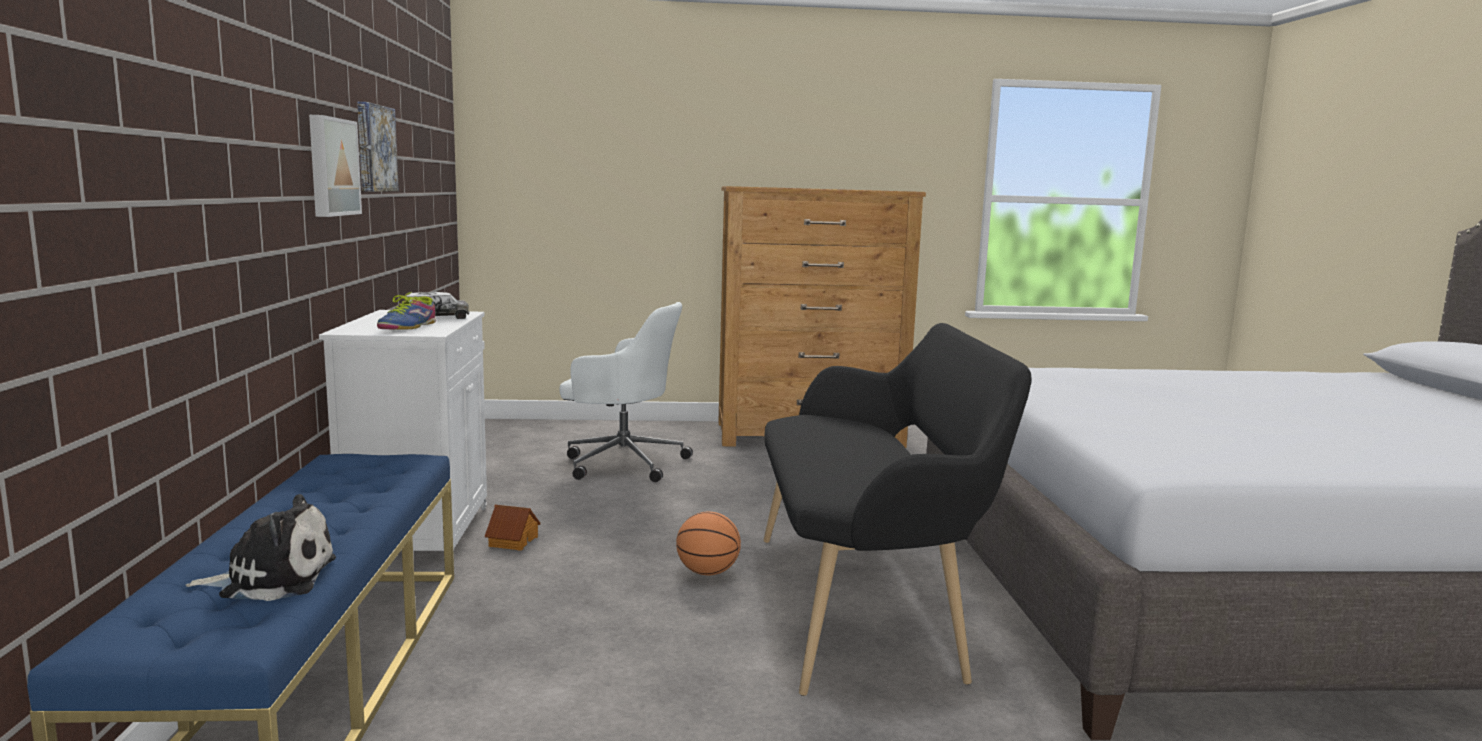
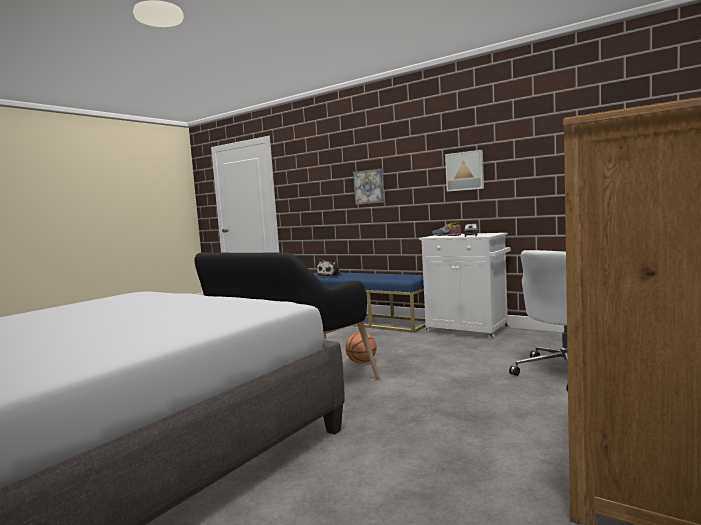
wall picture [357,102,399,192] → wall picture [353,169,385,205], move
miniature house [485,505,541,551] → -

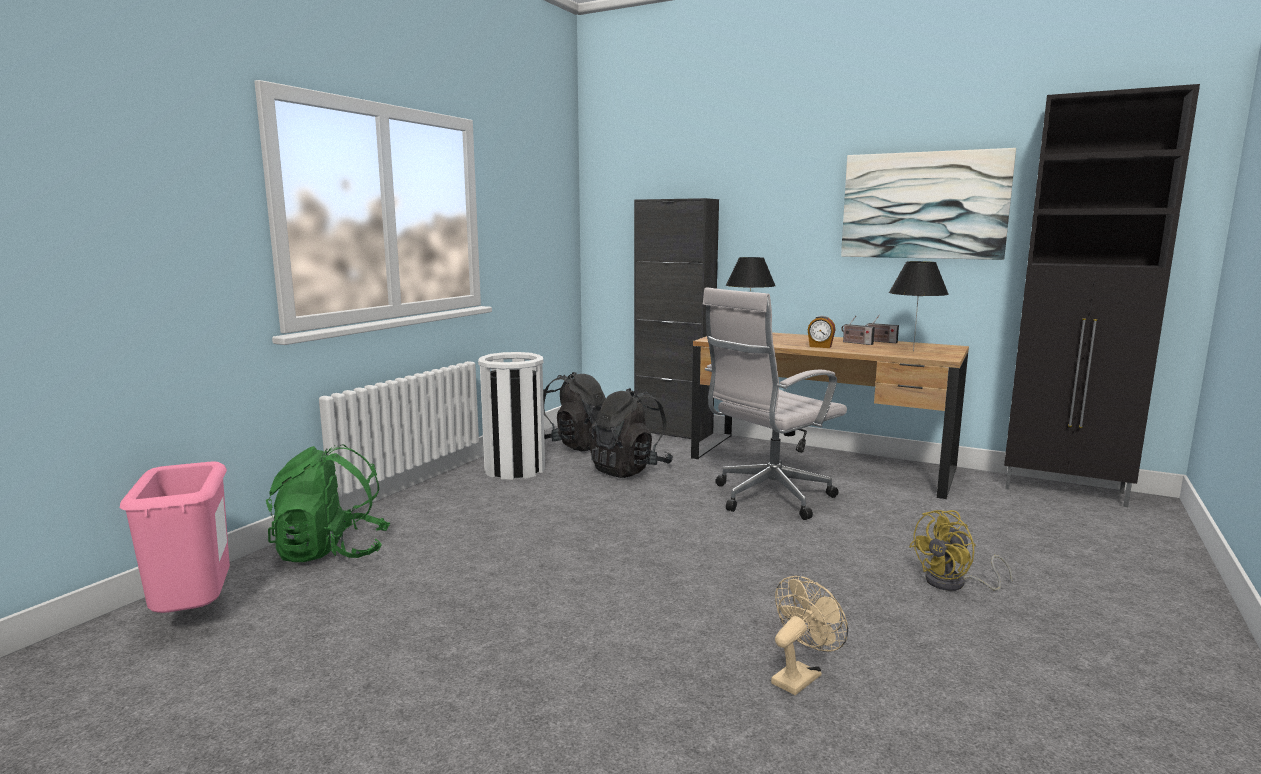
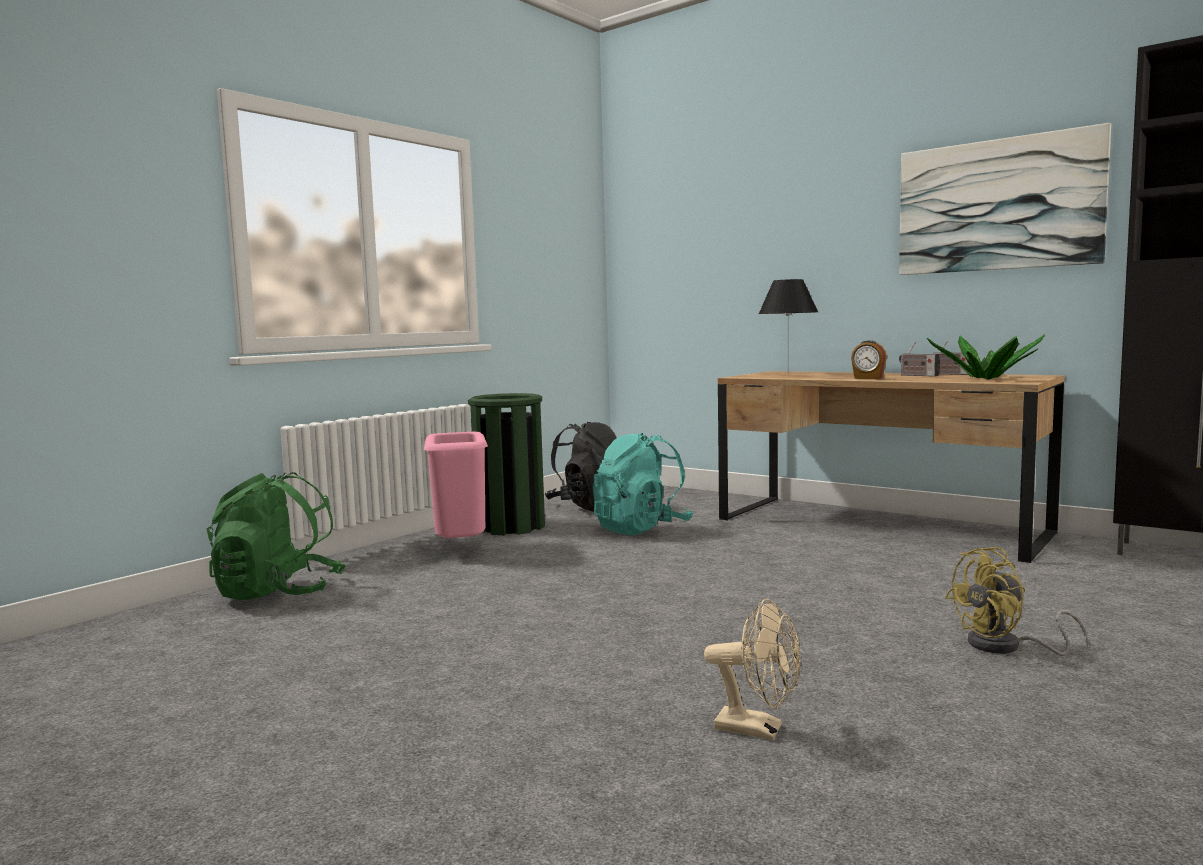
pinkish rubbish bin [120,461,230,613] → pinkish rubbish bin [424,432,488,538], move
white rubbish bin [478,352,545,480] → greenish rubbish bin [468,393,545,535]
black-coloured knapsack [588,388,673,478] → turquoise knapsack [593,433,693,536]
sand-coloured fan [771,576,848,695] → sand-coloured fan [704,599,801,740], 60 degrees clockwise
black-coloured lamp for a table [889,261,949,351] → houseplant [927,334,1045,380]
black-coloured cabinet [634,198,719,442] → -
white desk chair [703,287,847,520] → -

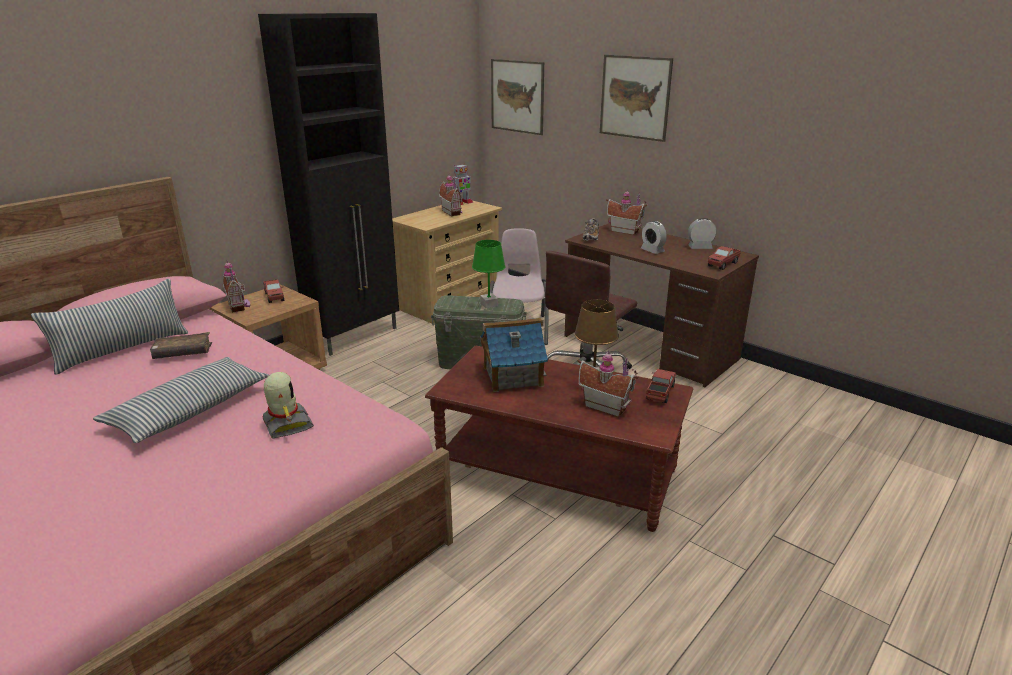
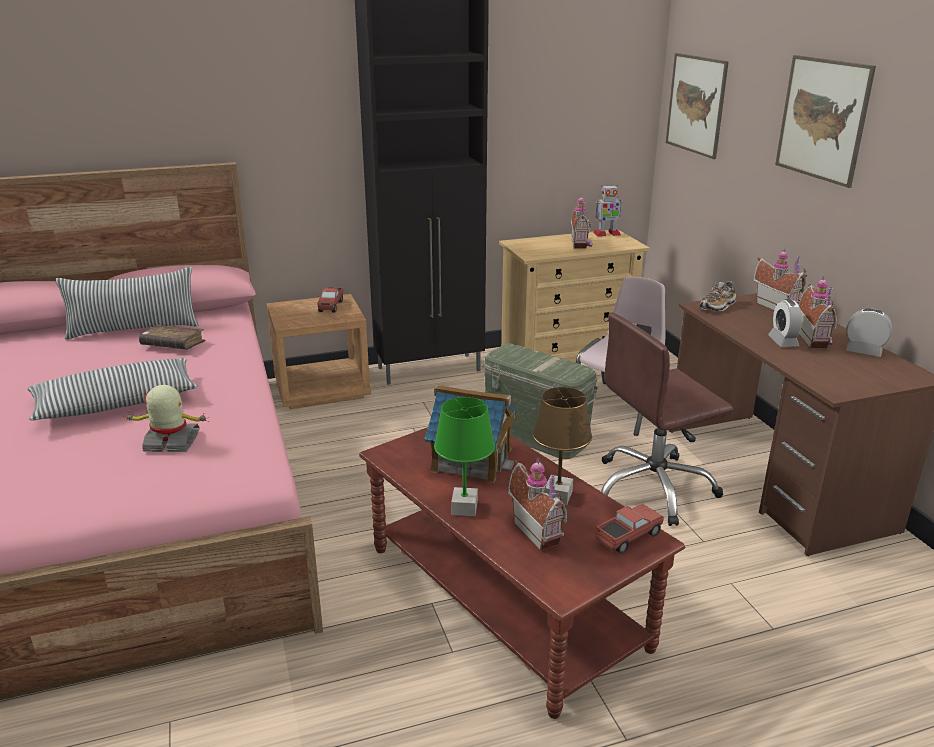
robot figure [262,372,314,439] → robot figure [123,385,209,452], 90 degrees counterclockwise
greenish lamp for a table [472,240,506,308] → greenish lamp for a table [434,397,495,516], move
miniature house [223,260,250,313] → miniature house [799,276,837,349], move
toy lorry [708,246,741,270] → -

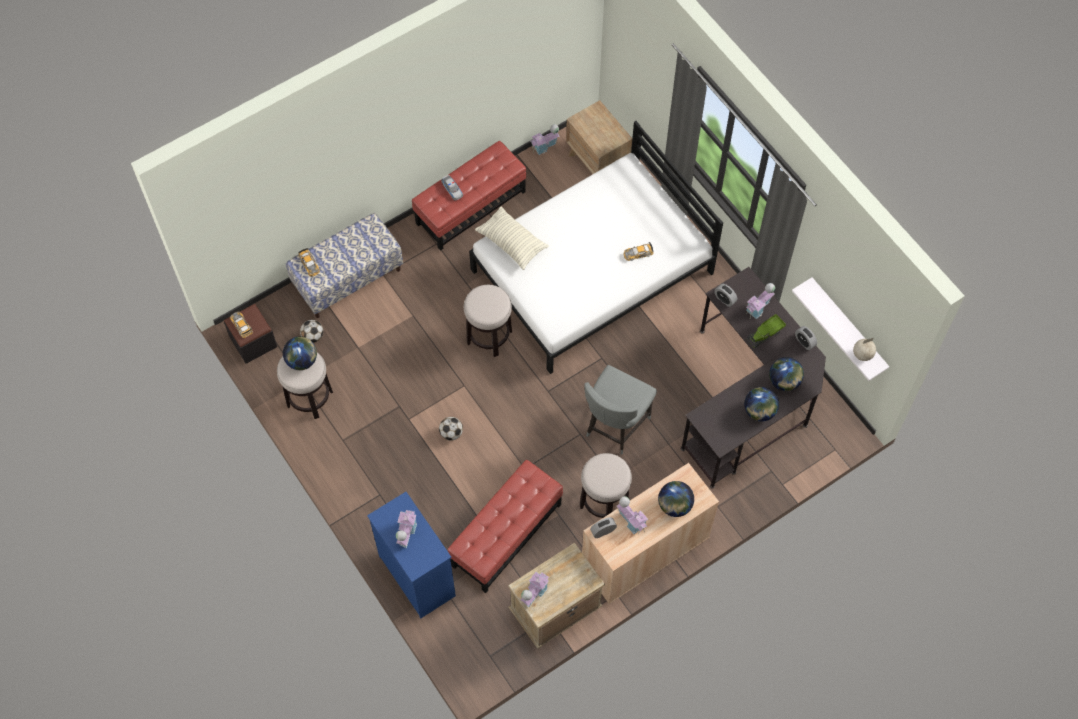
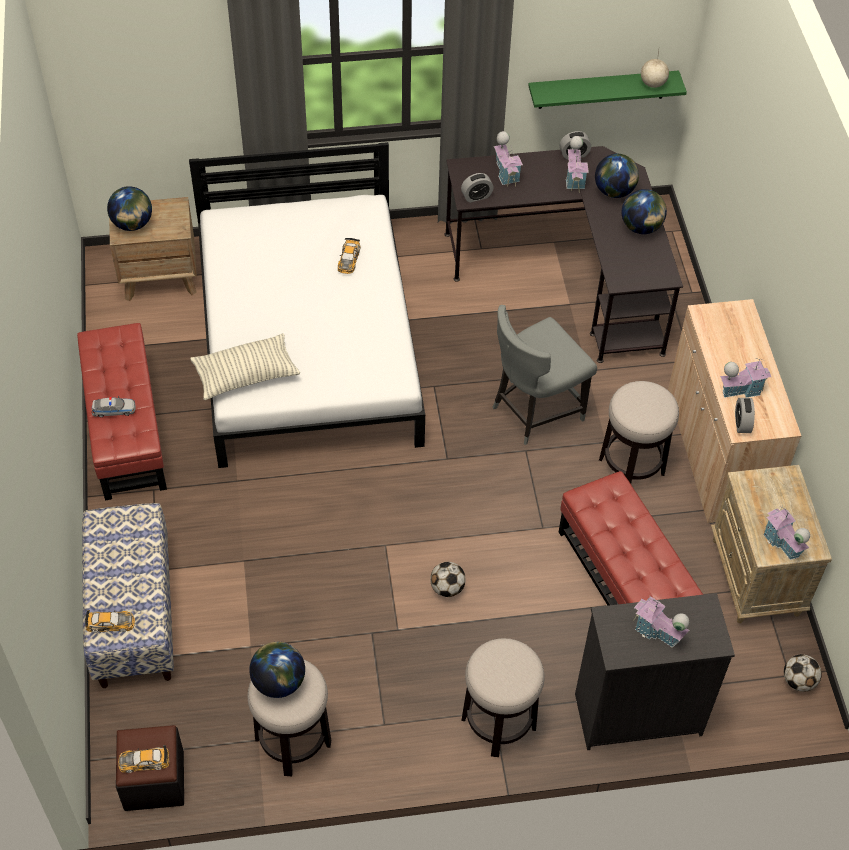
globe [658,481,694,517] → globe [107,186,152,231], move
sitting stool [464,285,512,357] → sitting stool [461,638,544,757], move
grey upright chair [584,365,657,455] → grey upright chair [493,305,597,445], 90 degrees clockwise
white shelf [792,278,890,381] → greenish shelf [528,71,687,109]
miniature house [530,124,560,155] → miniature house [566,136,589,193], move
blue drawer chest [367,492,456,618] → black-coloured drawer chest [575,593,735,750]
football [300,320,323,343] → football [784,654,822,692], move
toy lorry [747,314,786,348] → -

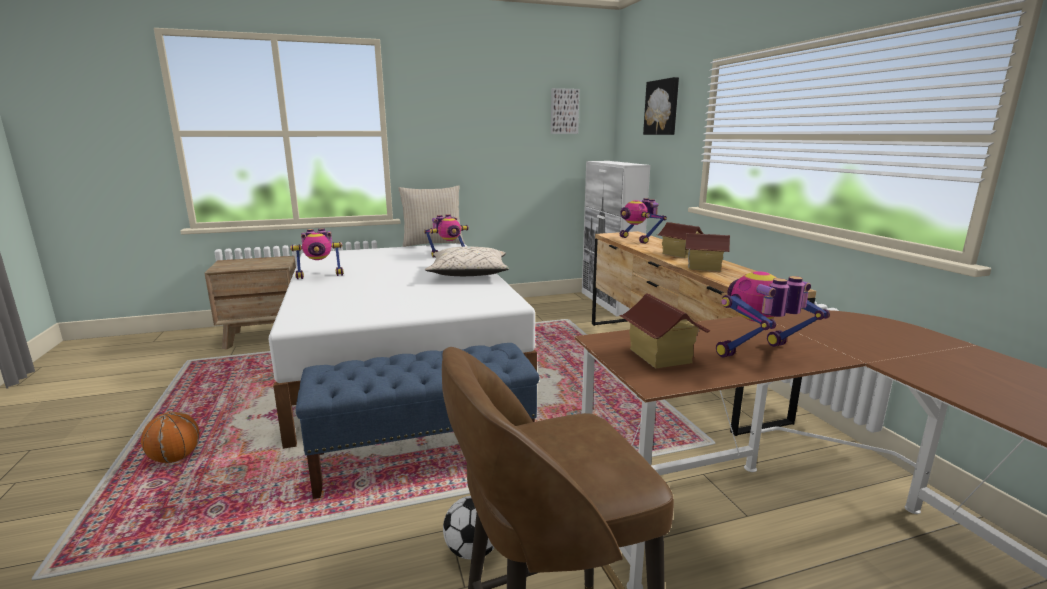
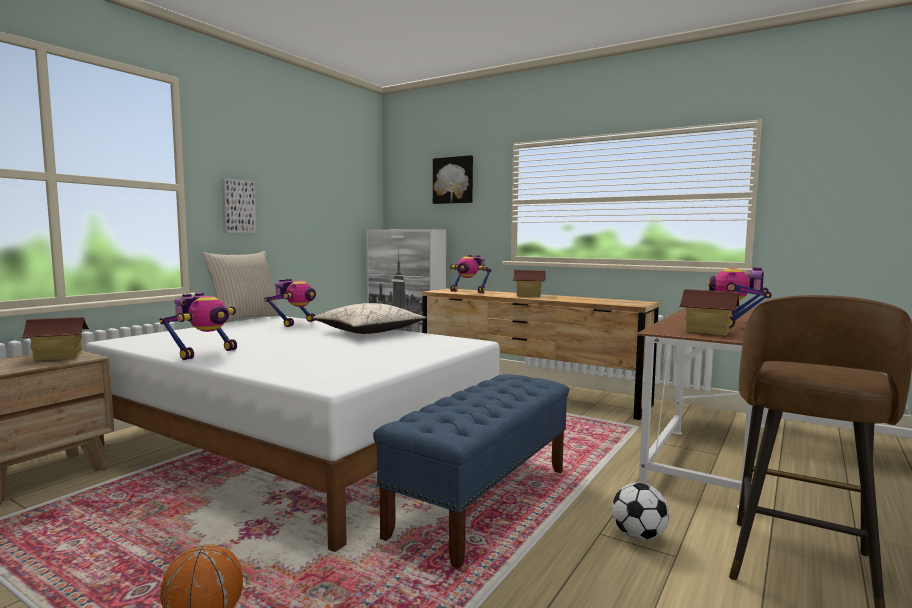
miniature house [685,233,730,271] → miniature house [21,317,89,361], move
wall picture [551,88,579,134] → wall picture [221,178,256,233], move

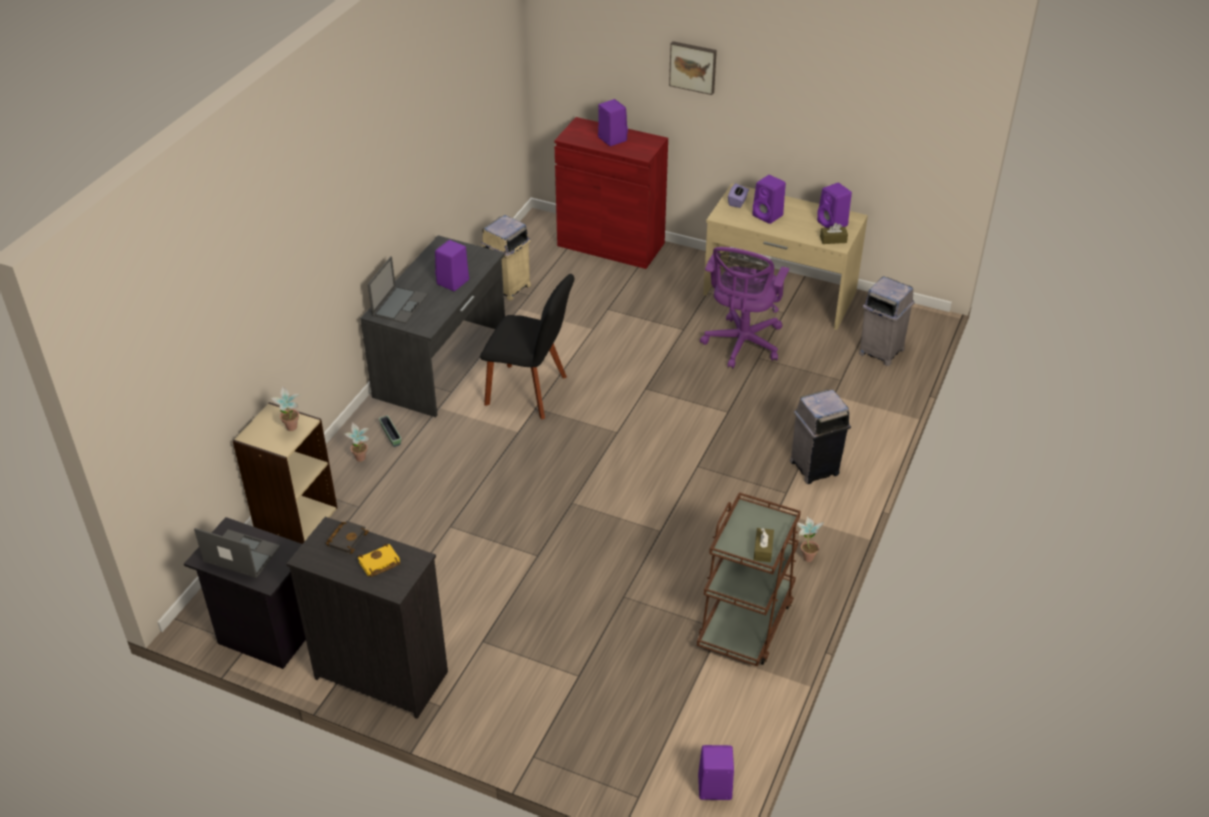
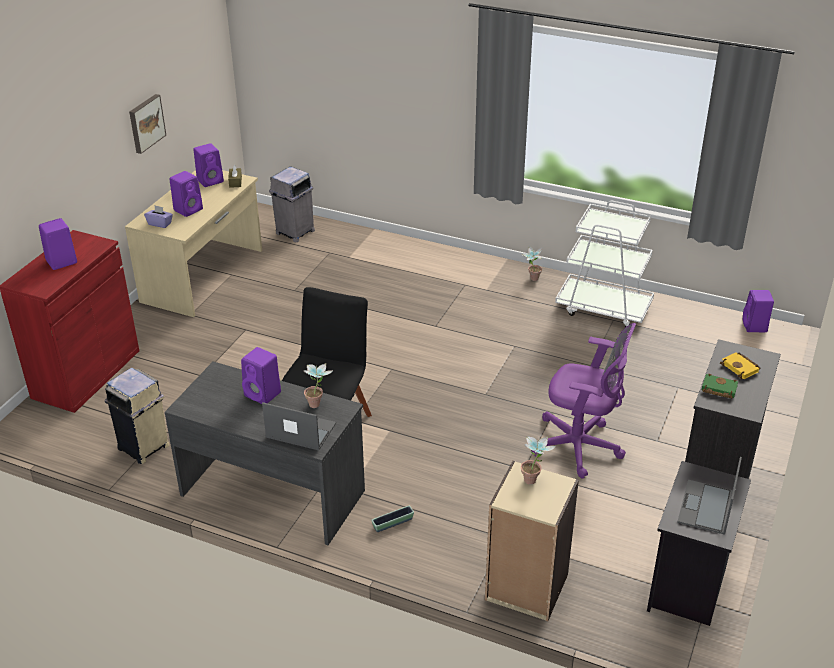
wall picture [669,41,717,95] → wall picture [129,94,166,154], move
houseplant [344,422,370,462] → houseplant [304,363,333,408], move
purple-coloured desk chair [700,247,789,368] → purple-coloured desk chair [531,323,636,478], move
brown wheeled cart [697,492,801,666] → white wheeled cart [555,201,654,328]
black-coloured book [326,521,369,555] → greenish book [702,374,738,399]
brown tissue box [754,528,774,562] → -
grey rubbish bin [789,389,851,484] → -

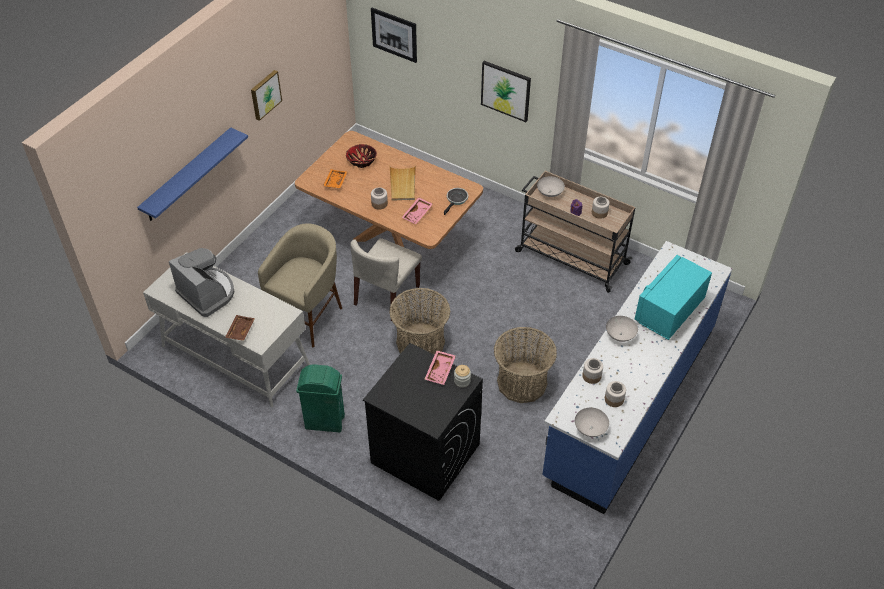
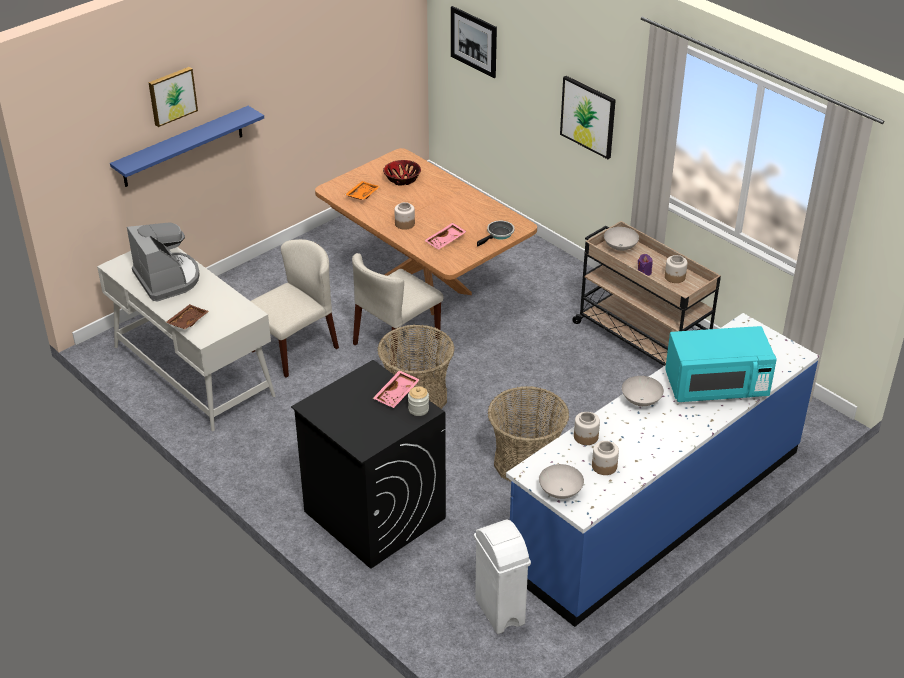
wall picture [251,70,282,121] → wall picture [148,67,198,127], move
sand-coloured sitting stool [258,223,342,347] → sand-coloured upright chair [251,239,339,378]
- → white rubbish bin [474,520,531,634]
turquoise microwave [635,255,712,340] → turquoise microwave [665,326,777,402], 150 degrees counterclockwise
greenish rubbish bin [296,364,345,432] → -
sand-coloured serving tray [390,165,416,201] → -

